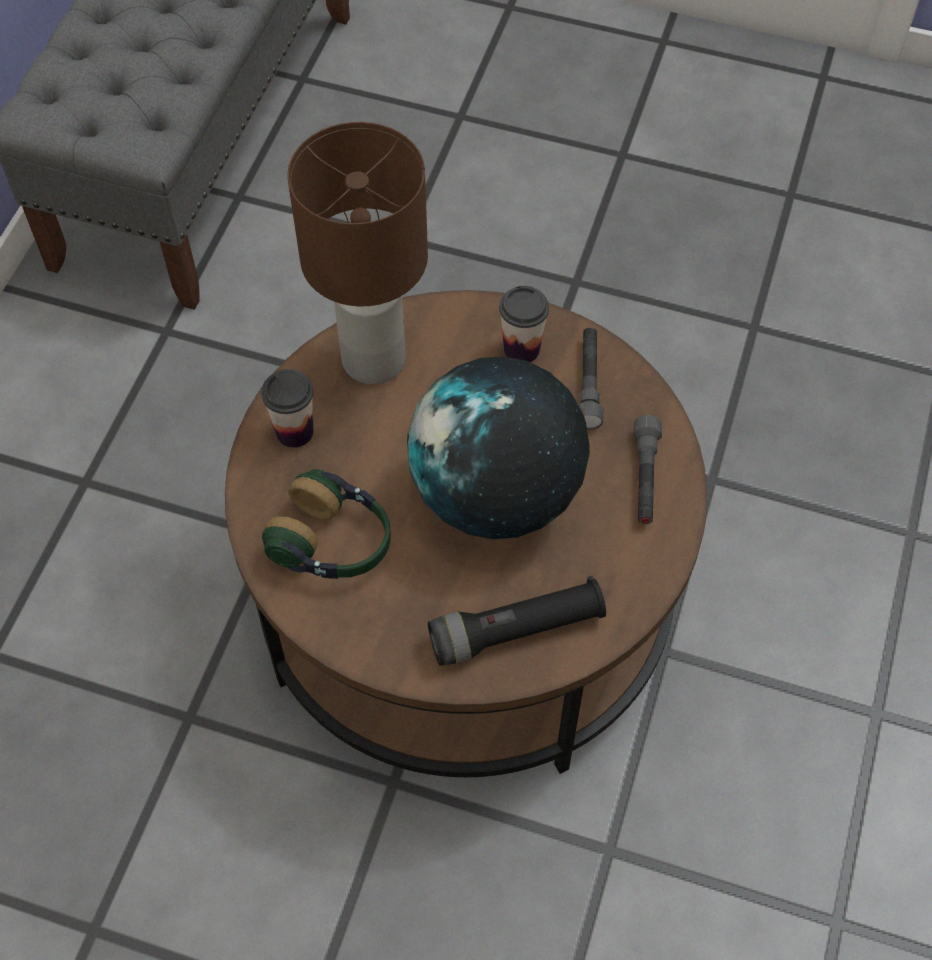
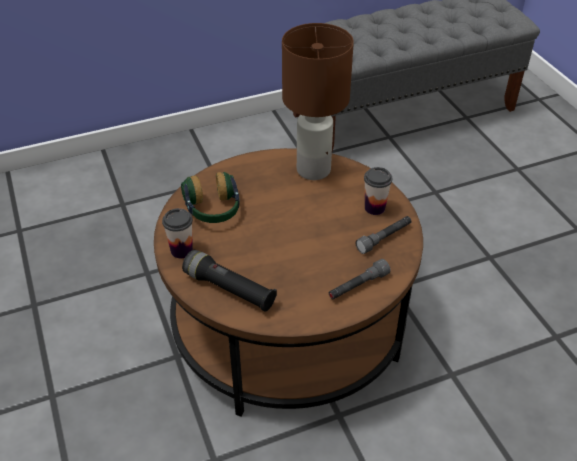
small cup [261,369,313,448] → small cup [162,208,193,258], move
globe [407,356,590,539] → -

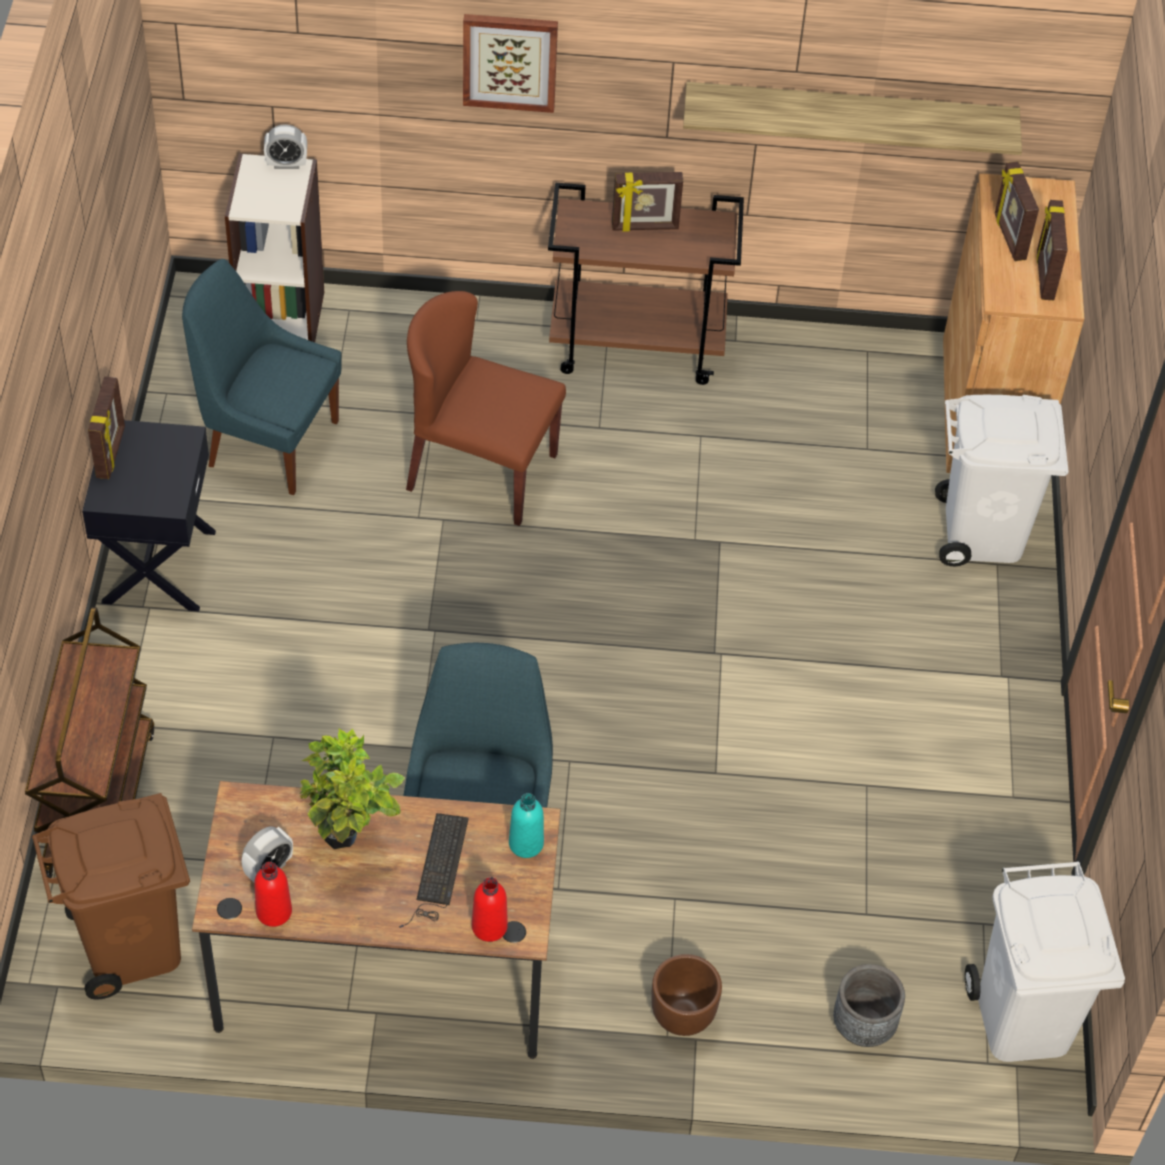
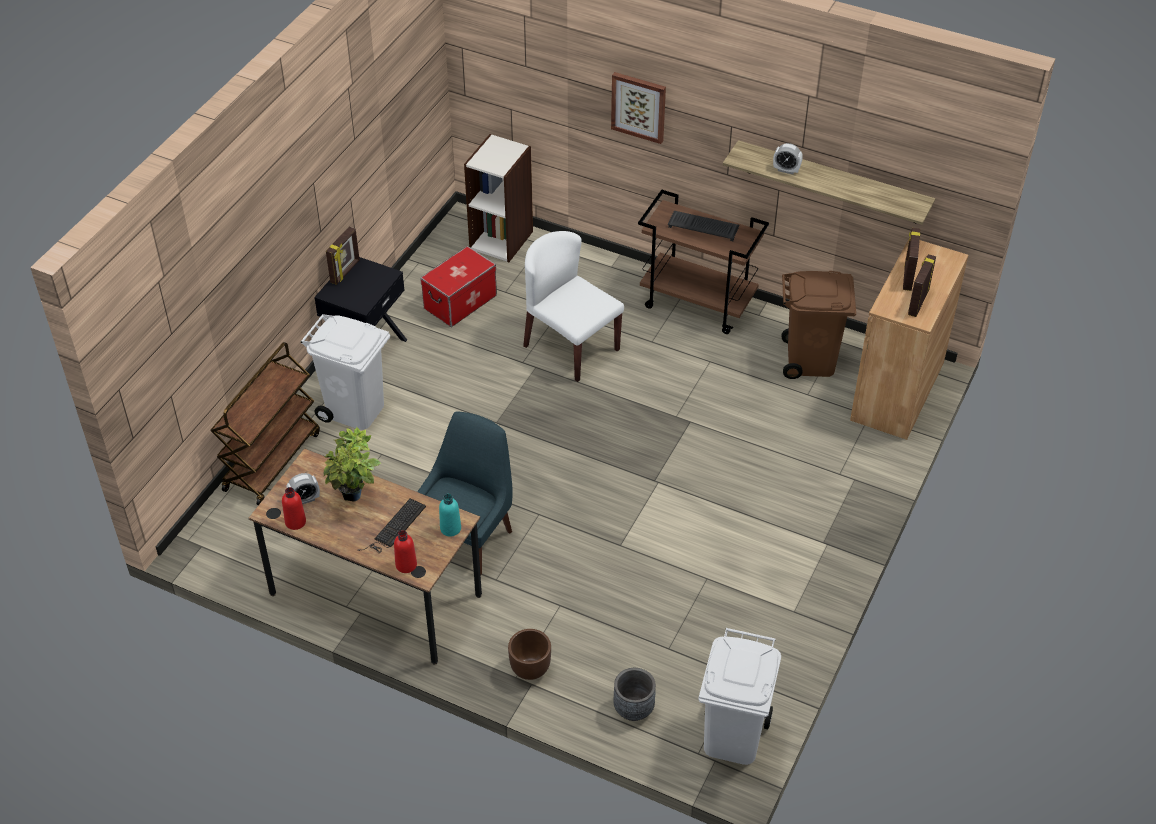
white rubbish bin [935,395,1069,566] → white rubbish bin [301,314,390,430], move
blue upright chair [182,259,342,495] → storage bin [420,246,497,327]
brown upright chair [406,291,566,526] → white upright chair [523,231,624,382]
photo frame [612,172,683,231] → keyboard [667,211,740,241]
bedside clock [264,124,307,169] → bedside clock [773,143,803,174], move
brown rubbish bin [32,793,190,1000] → brown rubbish bin [781,271,856,379], move

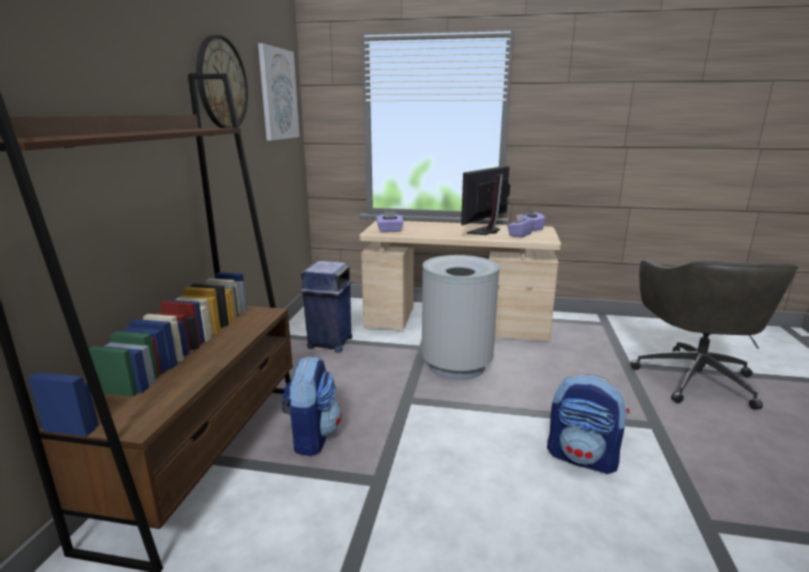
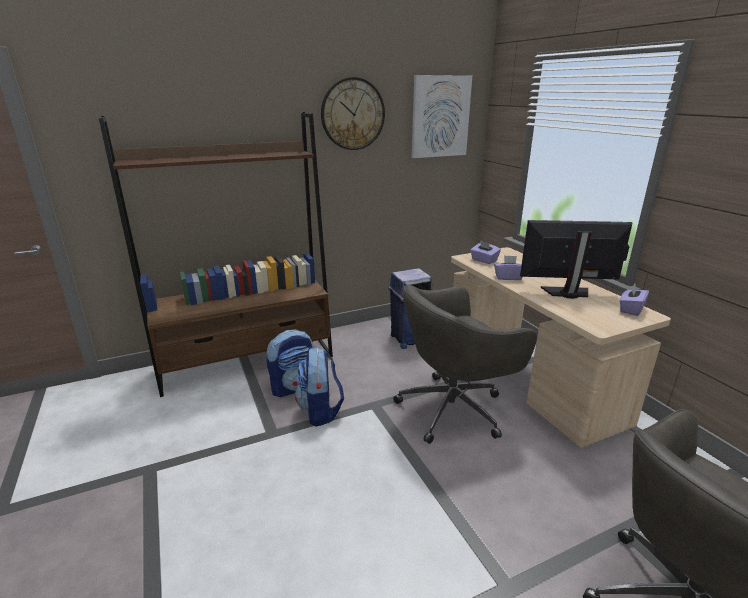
knapsack [547,374,630,474] → knapsack [295,347,344,426], move
grey rubbish bin [422,255,499,380] → grey desk chair [393,285,537,444]
purple-coloured tissue box [507,214,535,238] → purple-coloured tissue box [494,255,522,280], move

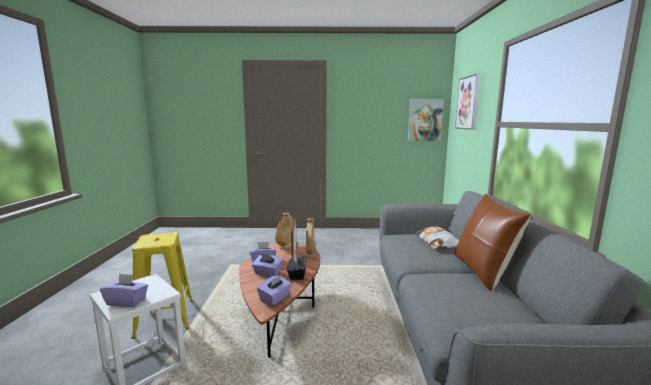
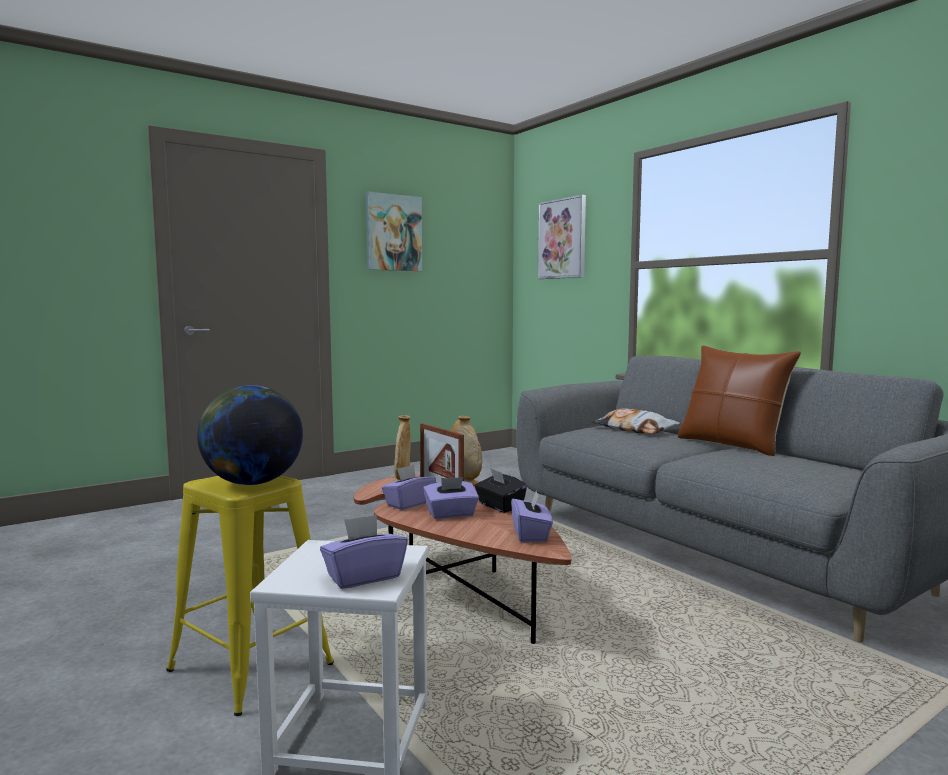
- → globe [197,385,303,485]
wall picture [408,99,444,141] → wall picture [366,192,422,271], move

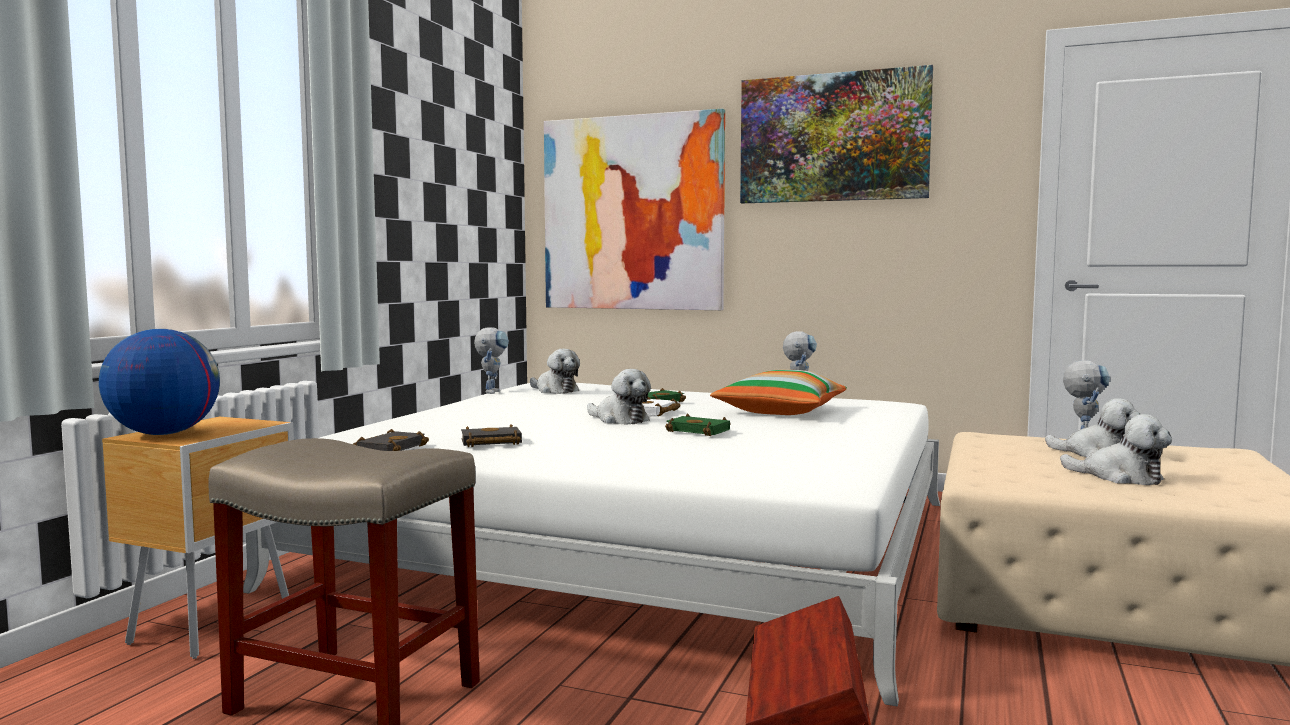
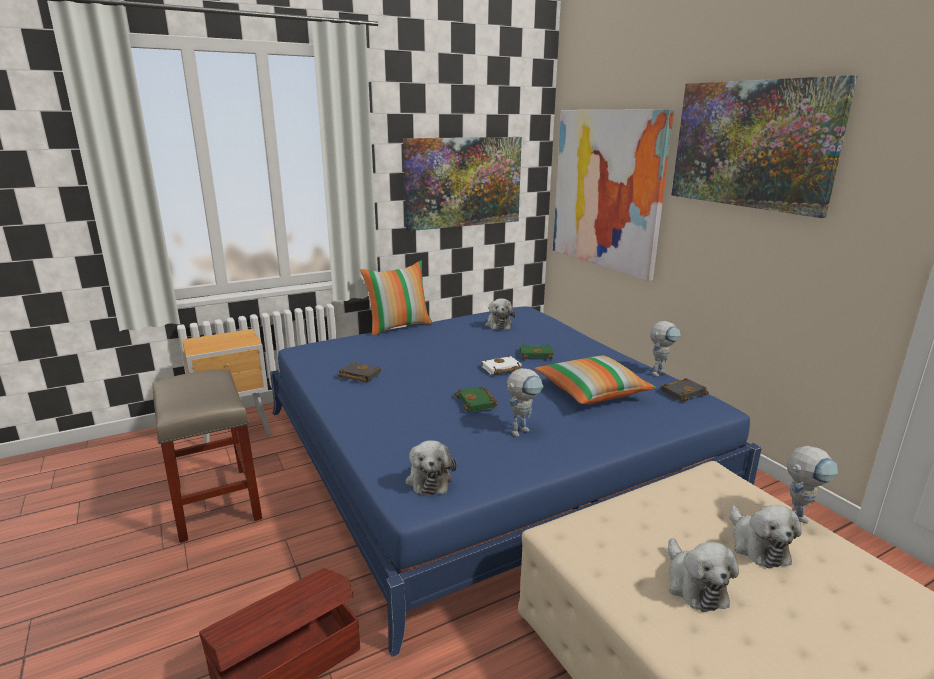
white bedroom bed [243,383,940,706] → blue bedroom bed [270,306,762,657]
- → cushion [360,261,433,336]
- → wall picture [403,137,522,231]
soft toy [587,369,651,425] → soft toy [405,440,457,496], move
robot figure [474,327,509,394] → robot figure [507,368,543,437], move
black-coloured book [353,429,429,451] → black-coloured book [660,378,709,402], move
globe [99,329,220,435] → -

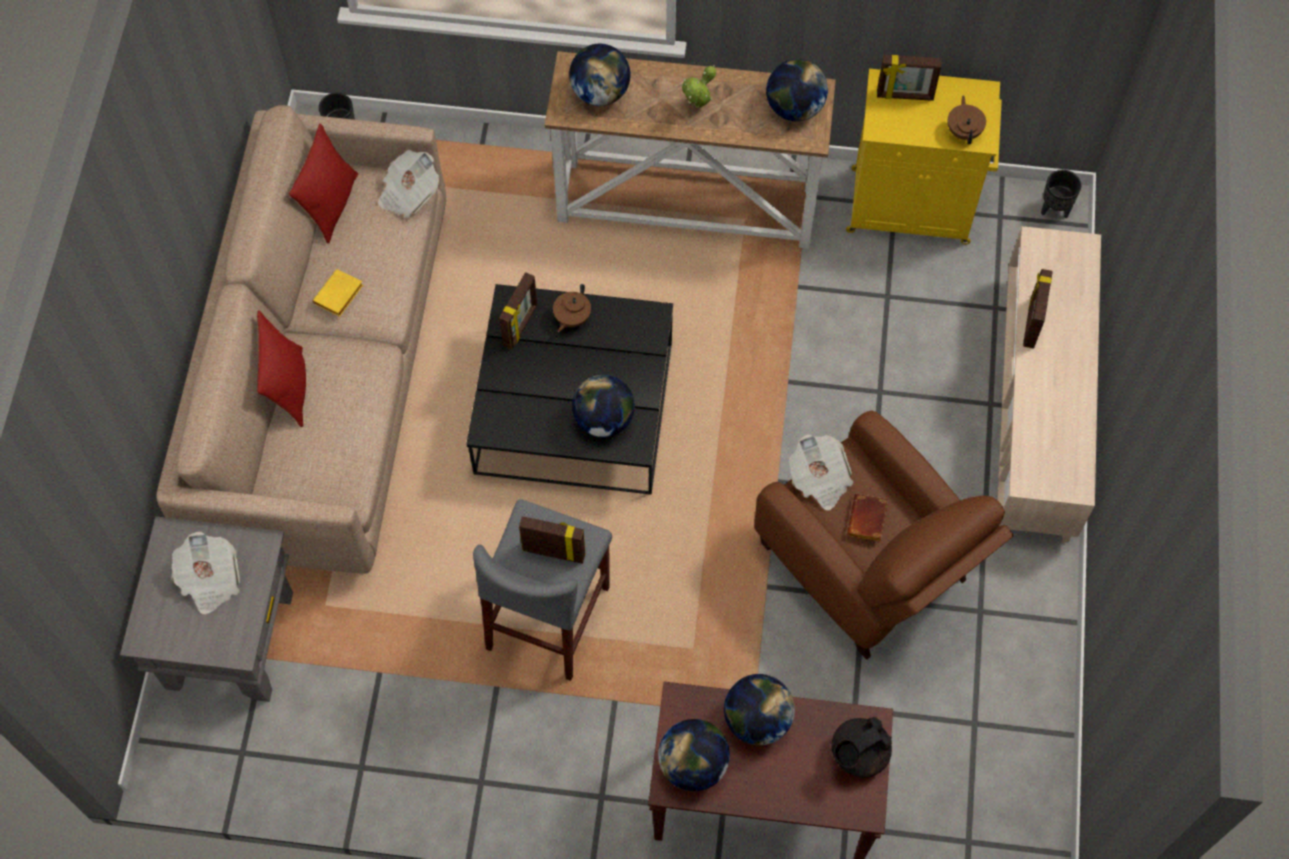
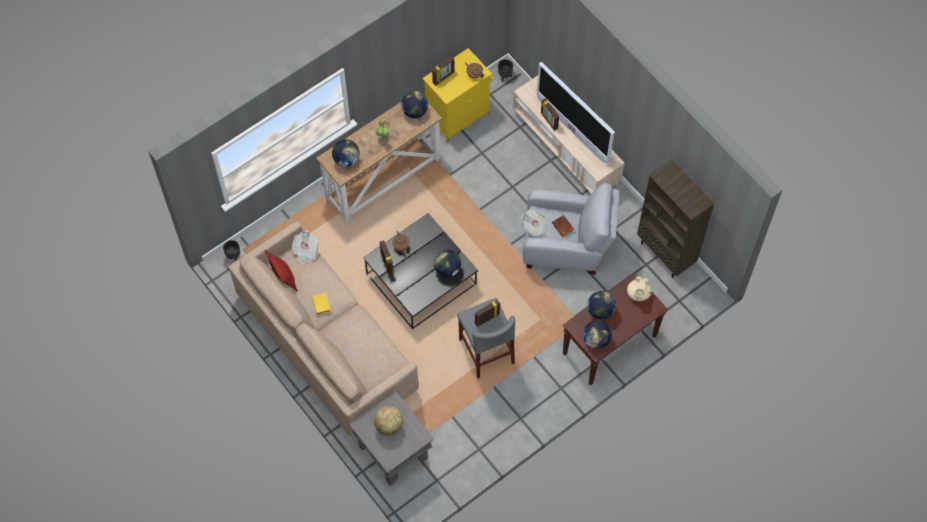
daily paper [171,531,240,614] → globe [374,406,403,435]
brown easy chair [754,411,1013,660] → grey easy chair [522,183,619,275]
- → TV [537,62,615,163]
black-coloured pot for tea [831,717,892,778] → sand-coloured pot for tea [627,276,651,301]
- → brown bookcase [637,159,714,278]
red cushion [257,311,306,427] → -

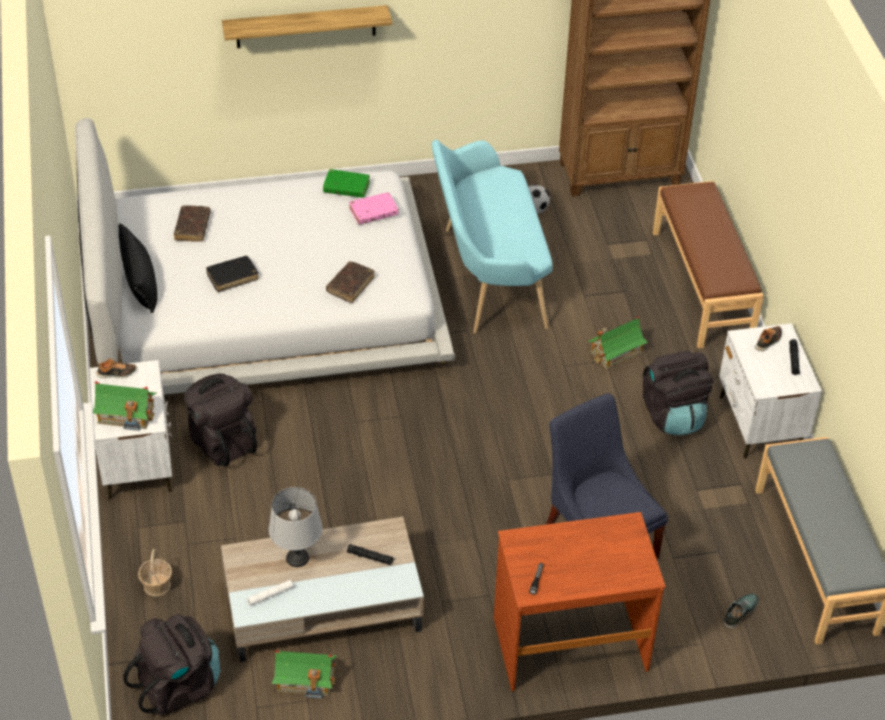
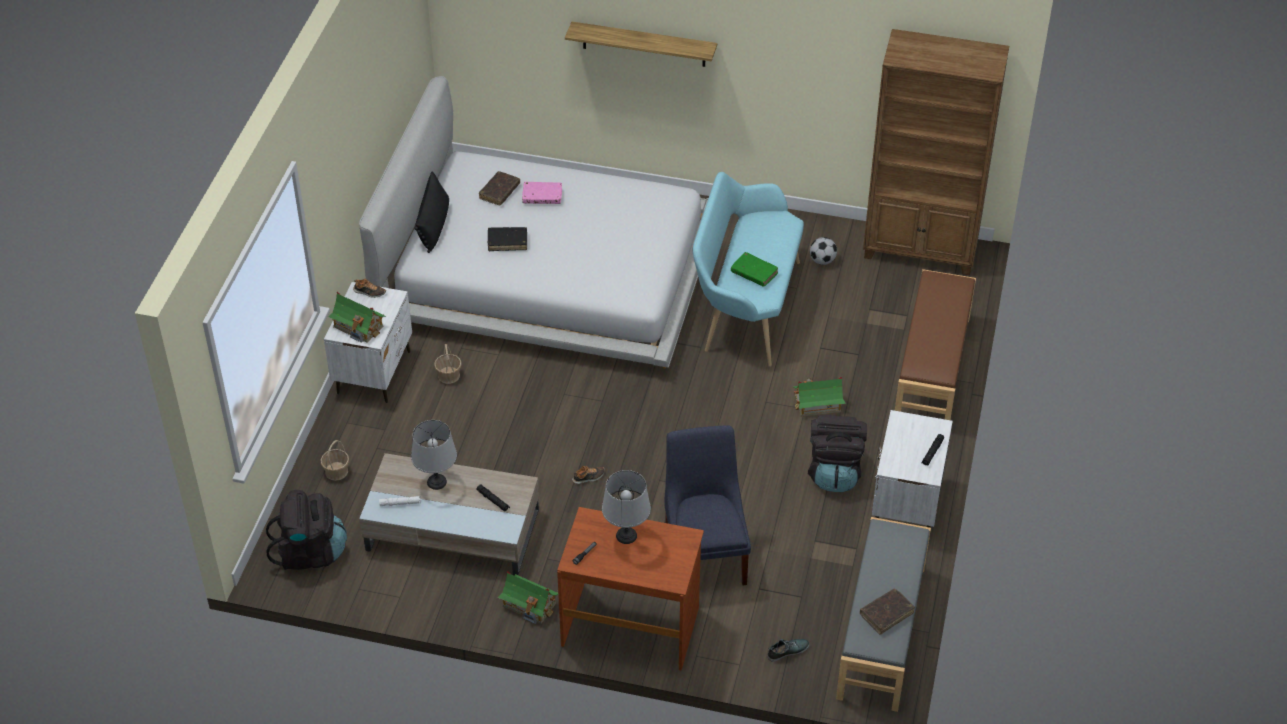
black-coloured knapsack [184,374,257,466] → household basket [434,344,462,384]
miniature house [271,650,337,699] → miniature house [498,571,558,624], move
pinkish book [349,192,399,225] → pinkish book [522,182,562,204], move
item of footwear [755,326,782,351] → item of footwear [572,466,605,484], move
- → grey lamp for a table [602,470,651,544]
greenish book [323,169,370,198] → greenish book [731,252,778,287], move
brown book [326,261,375,303] → brown book [860,588,915,634], move

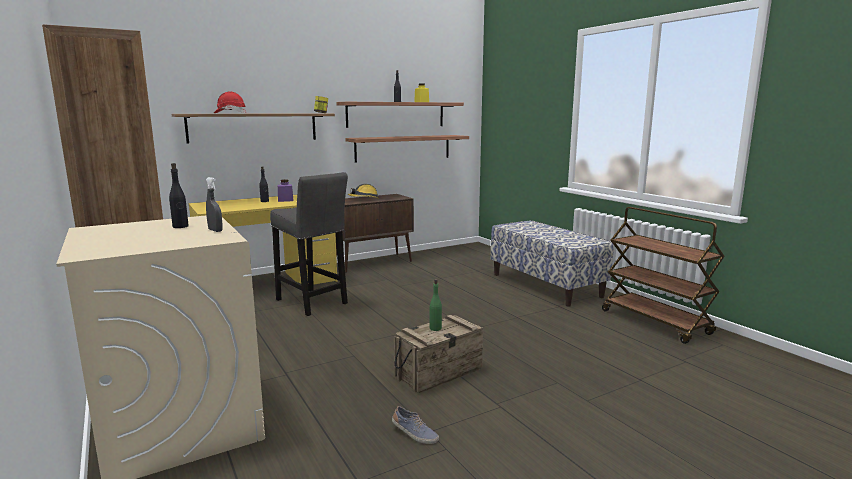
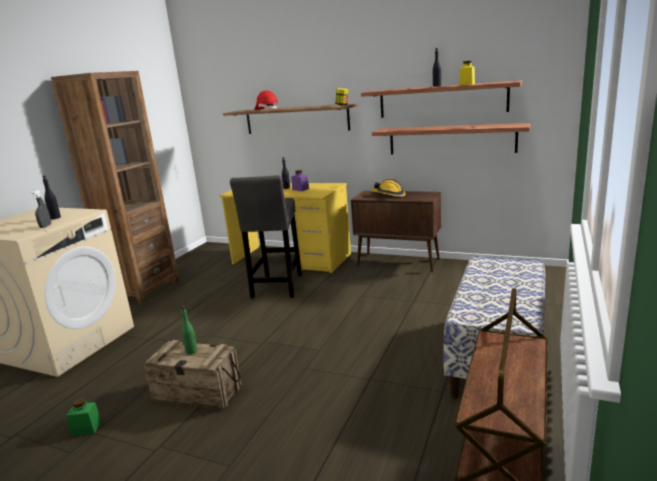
item of footwear [392,406,439,444] → greenish preserve jar [66,398,102,436]

